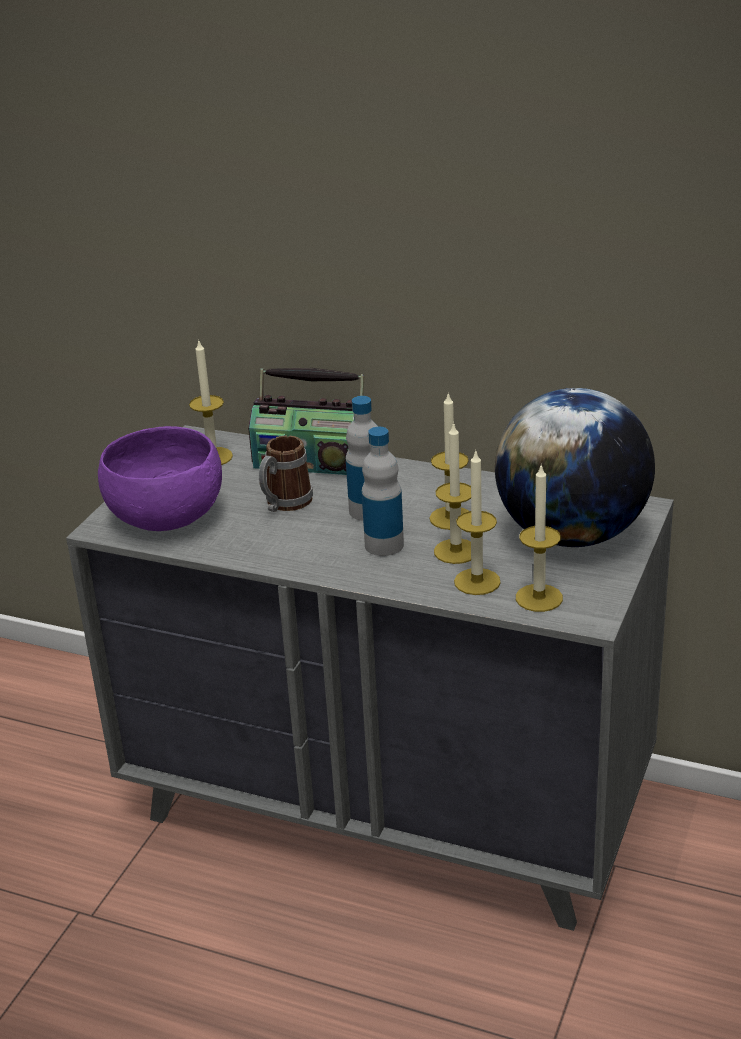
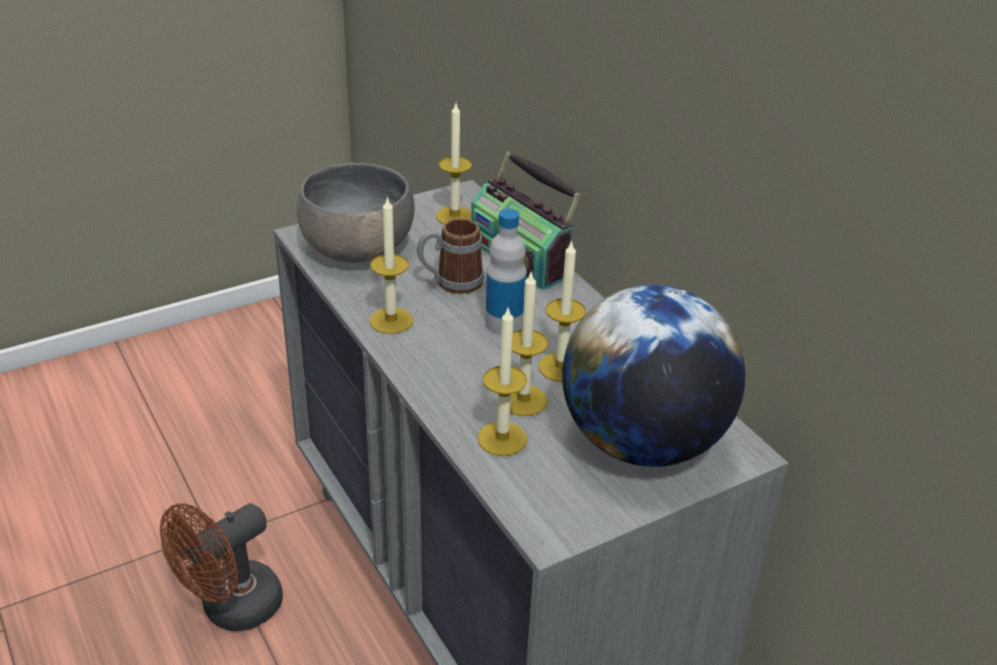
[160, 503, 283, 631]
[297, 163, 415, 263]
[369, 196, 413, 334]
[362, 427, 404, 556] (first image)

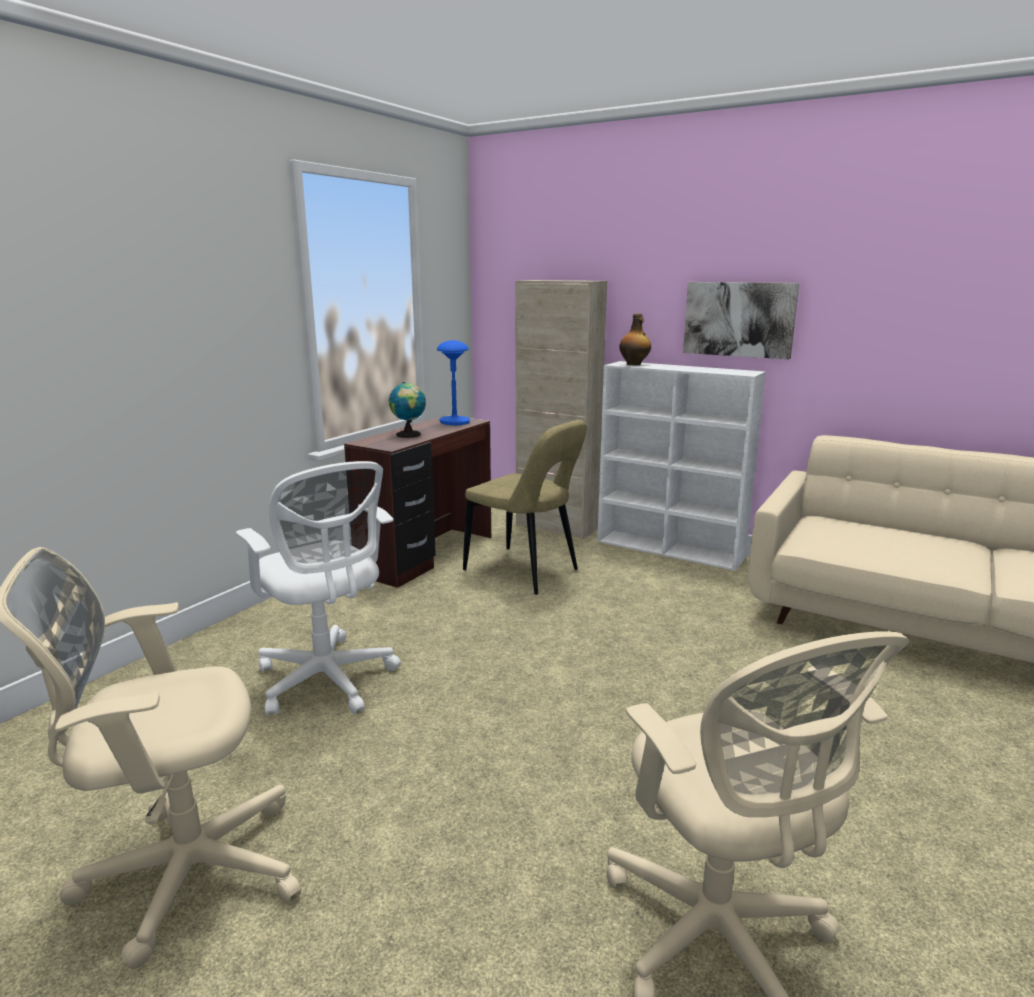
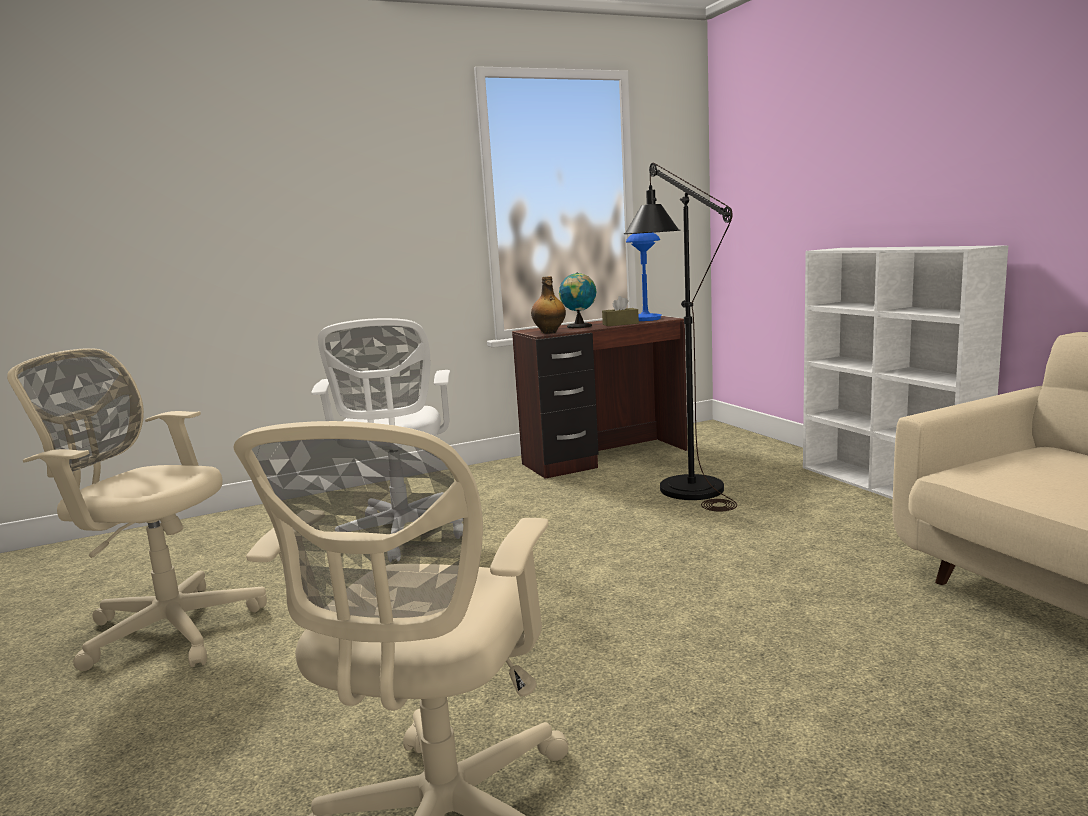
[531, 276, 566, 334]
[602, 296, 639, 326]
[624, 162, 737, 511]
[516, 280, 607, 539] (first image)
[683, 282, 799, 359] (first image)

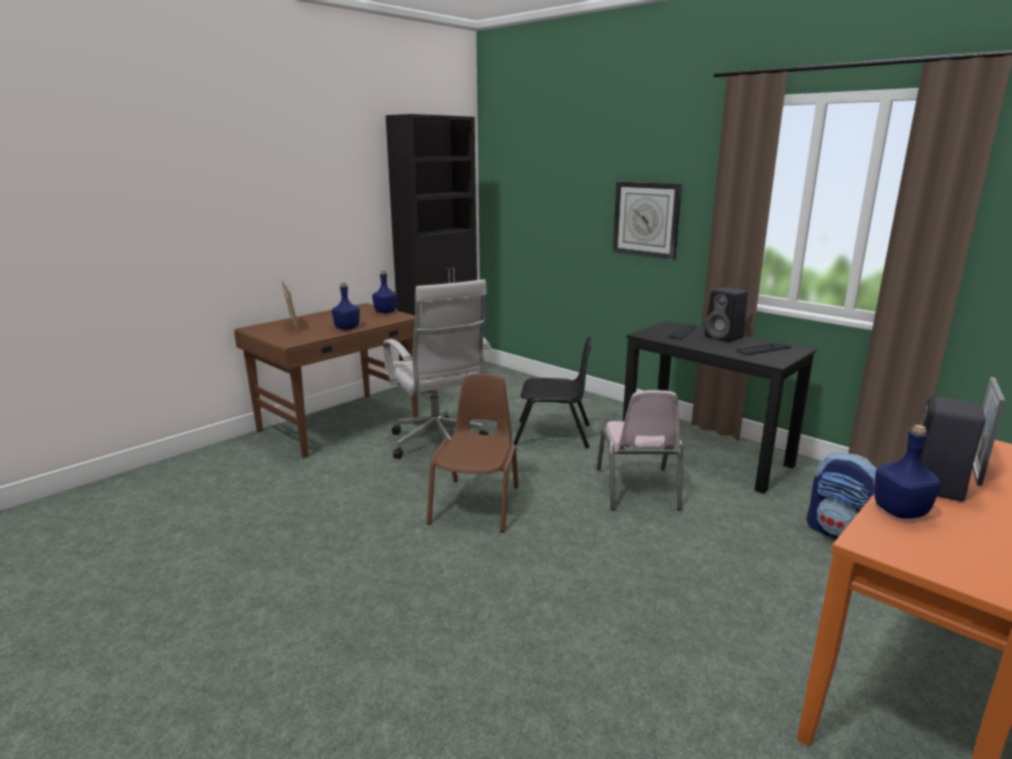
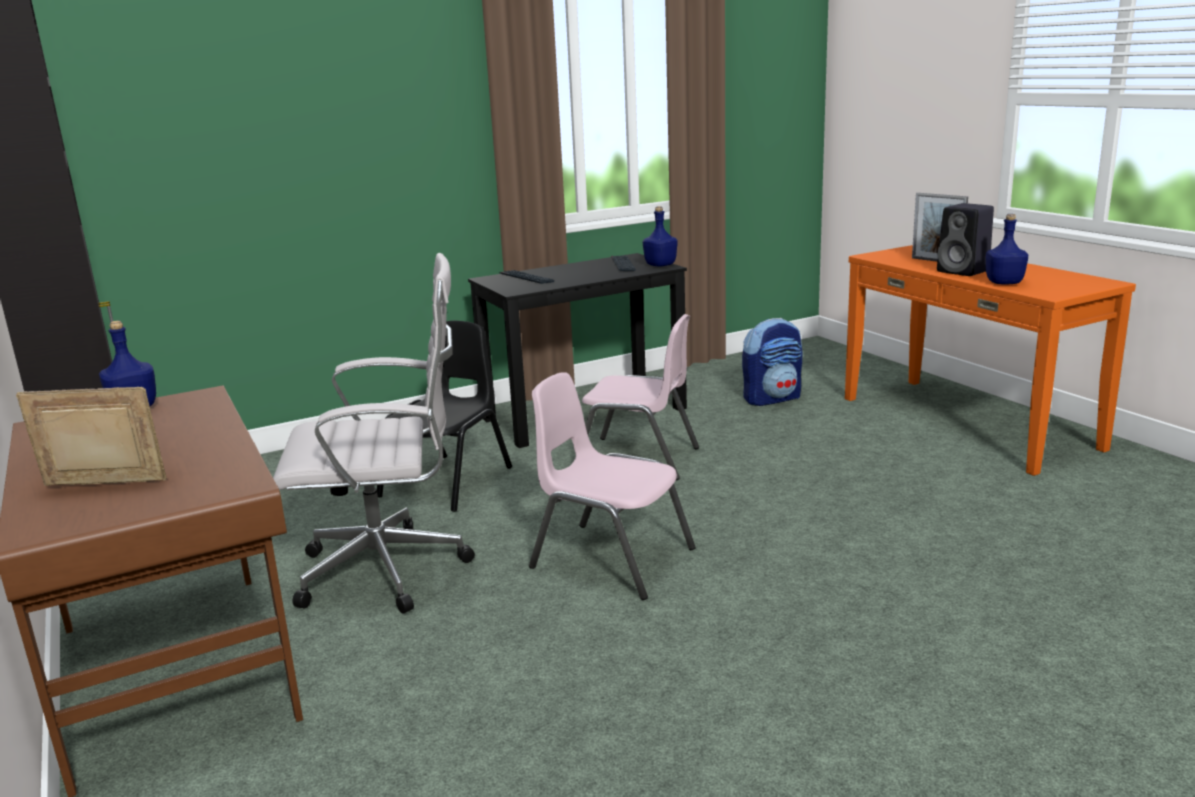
[529, 372, 696, 600]
[643, 206, 677, 266]
[613, 181, 682, 260] (first image)
[705, 287, 748, 342] (first image)

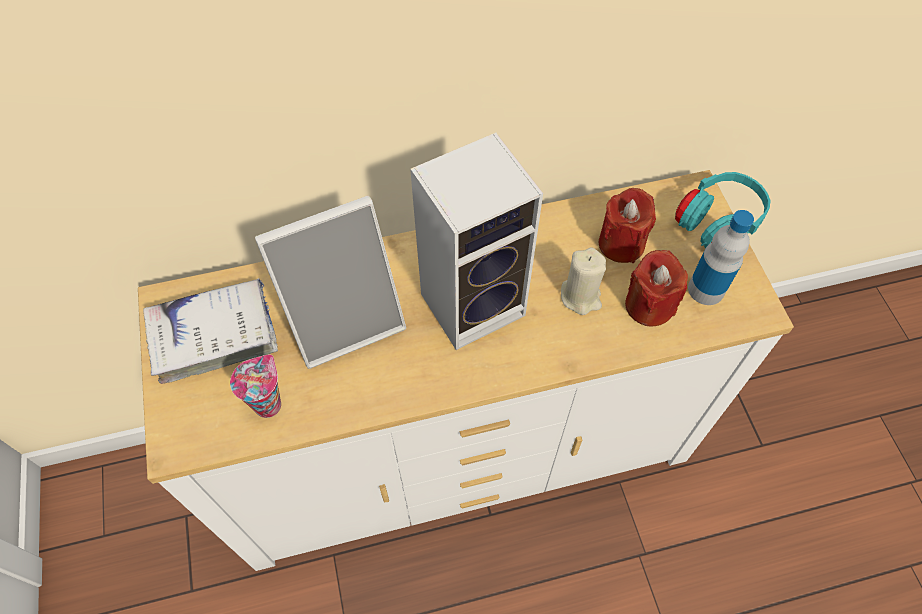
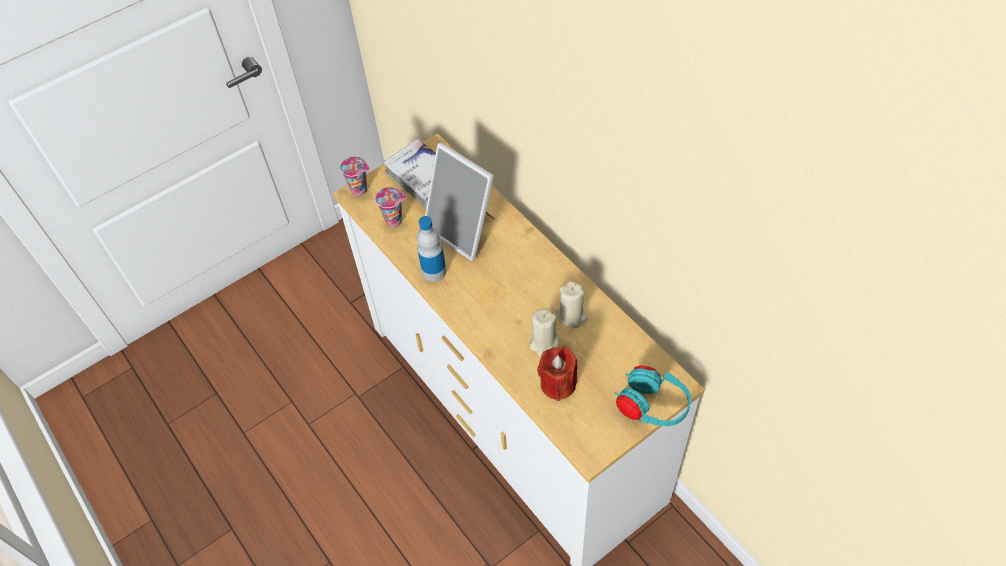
[340, 156, 370, 196]
[417, 216, 446, 282]
[556, 281, 588, 328]
[410, 133, 543, 350] (first image)
[598, 188, 656, 263] (first image)

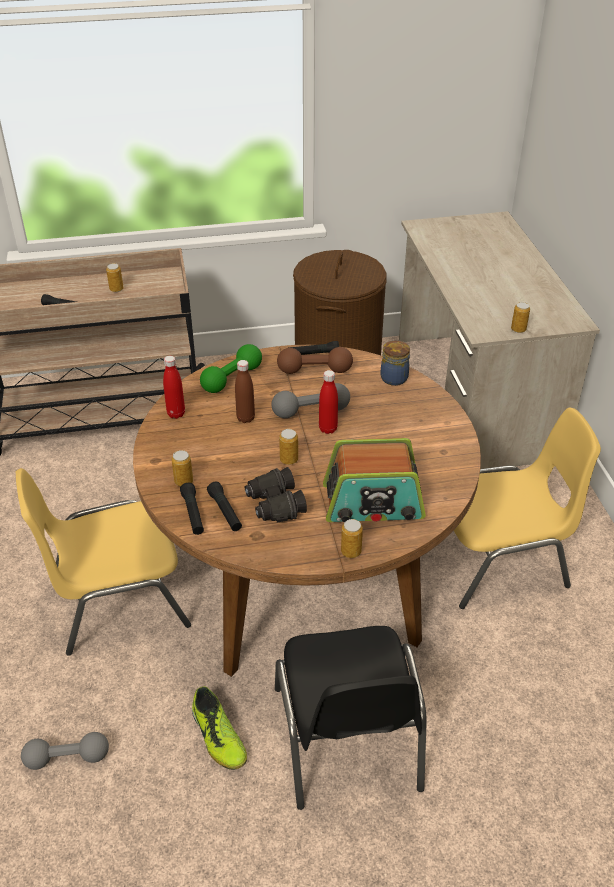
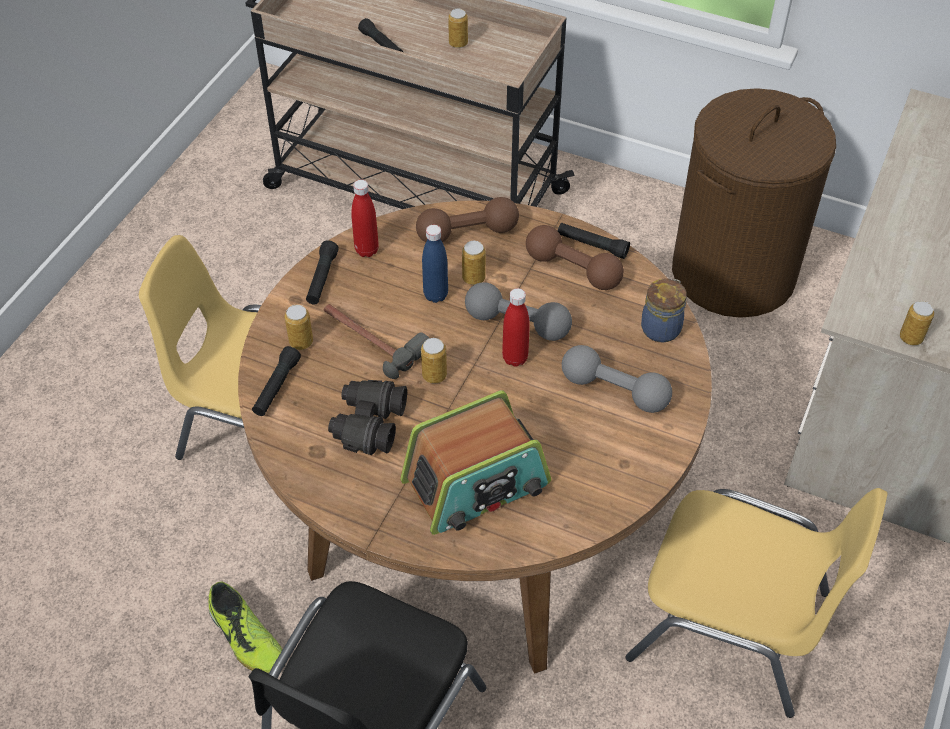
[209, 581, 284, 674]
[306, 240, 339, 304]
[324, 304, 429, 379]
[400, 390, 551, 535]
[416, 197, 519, 242]
[422, 225, 448, 303]
[462, 241, 486, 285]
[562, 345, 672, 413]

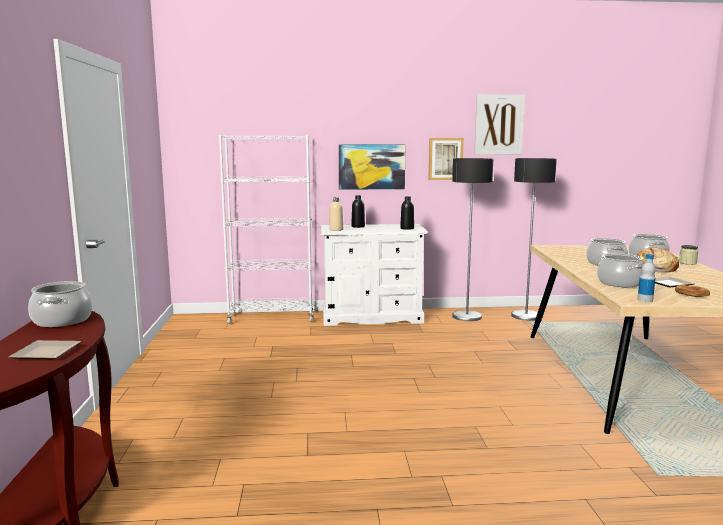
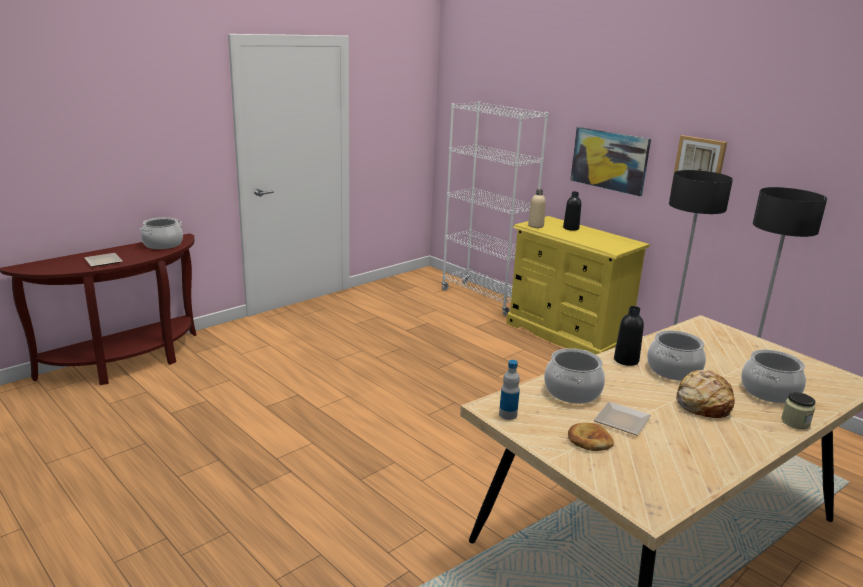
[506, 216, 650, 355]
[614, 306, 644, 366]
[474, 94, 525, 155] (first image)

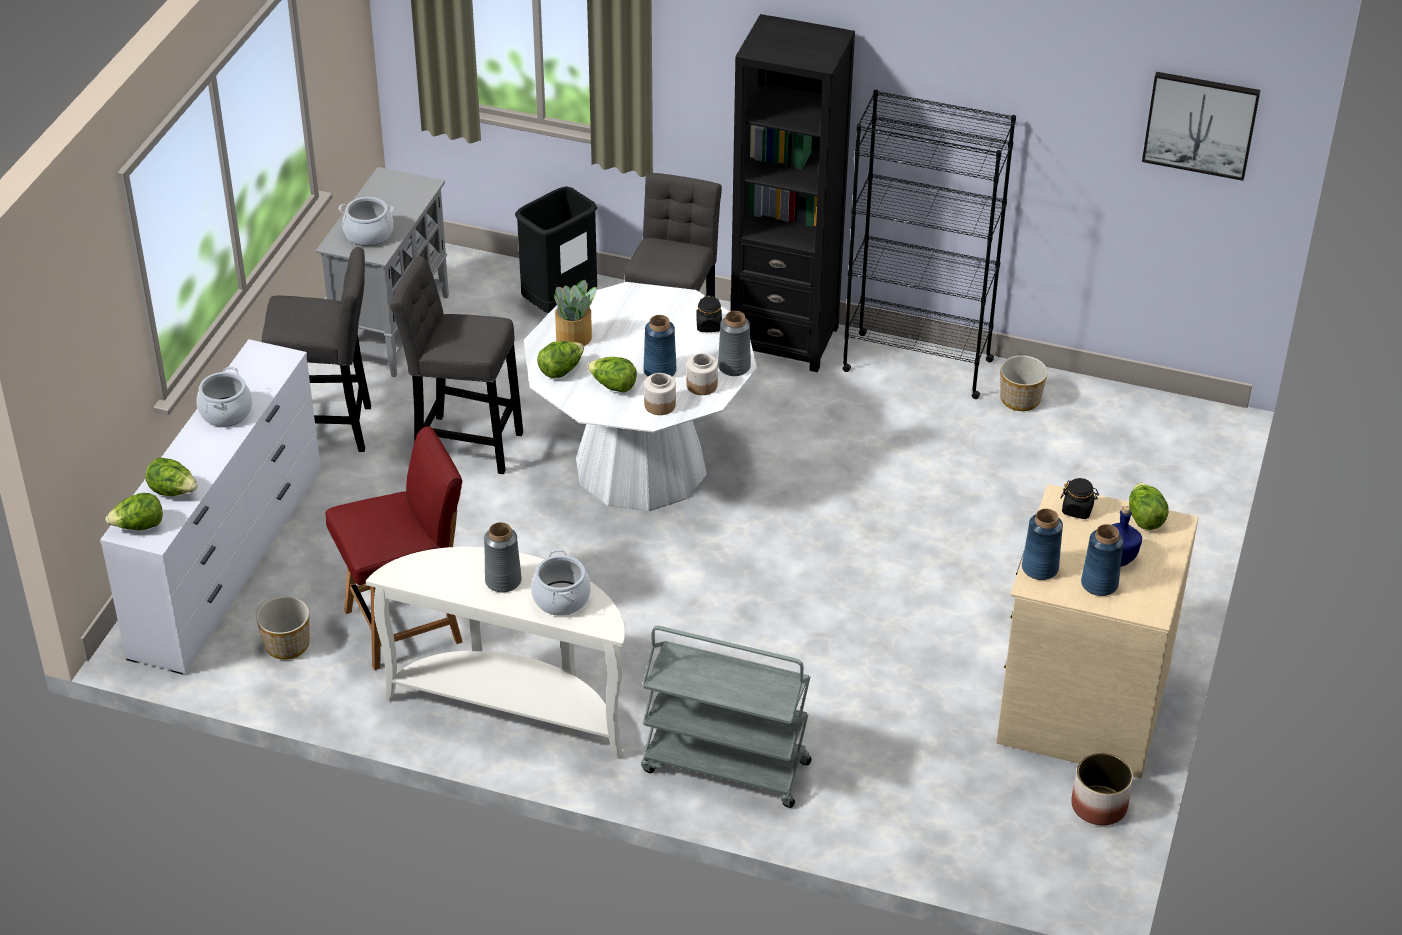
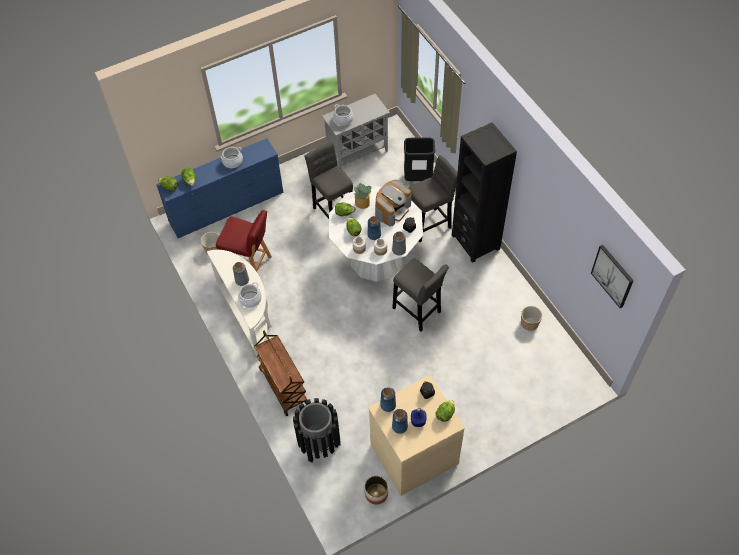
[156, 138, 283, 238]
[254, 331, 307, 416]
[293, 398, 341, 462]
[375, 180, 411, 226]
[392, 258, 449, 331]
[842, 90, 1016, 399] (first image)

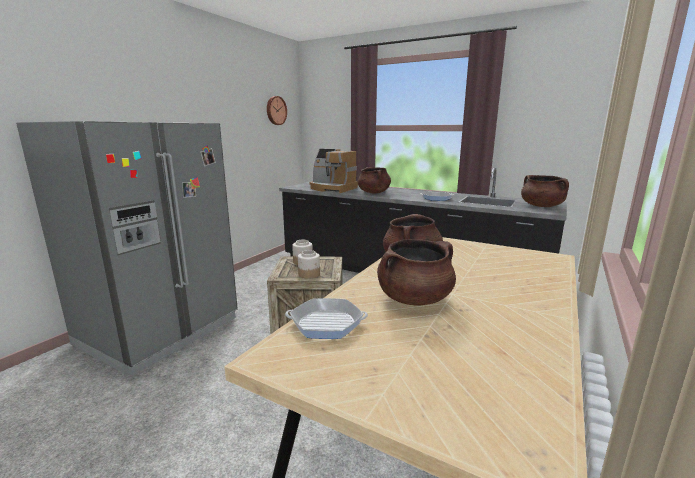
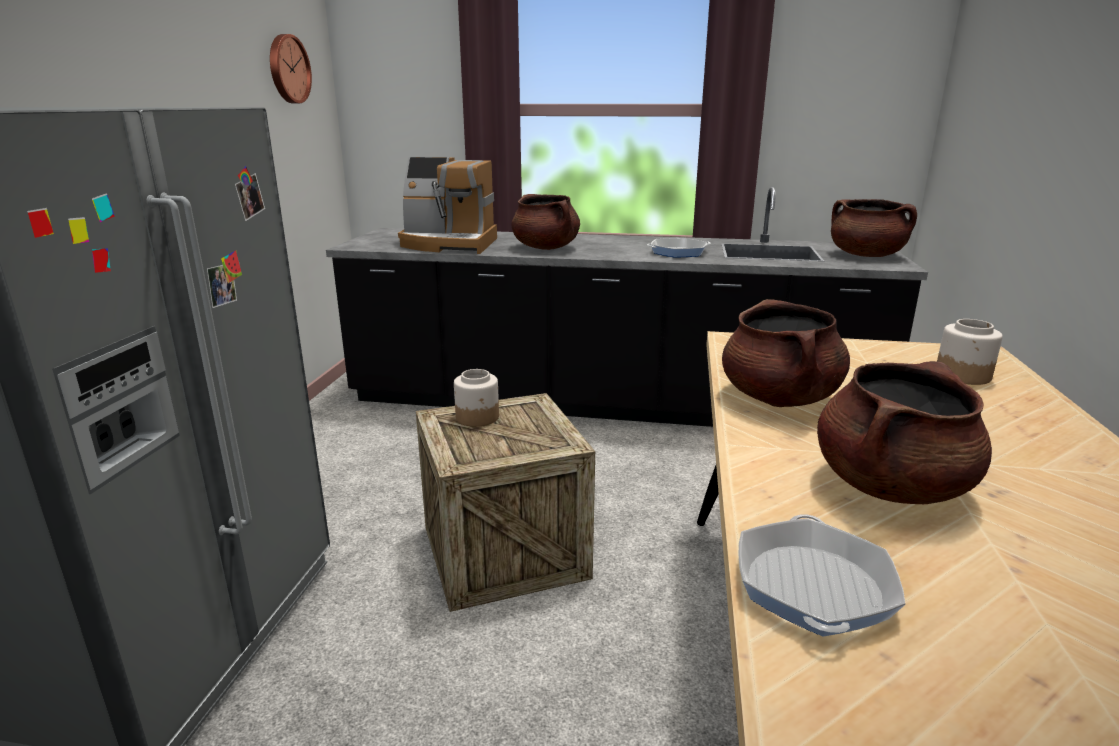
[739, 514, 906, 637]
[937, 319, 1003, 385]

